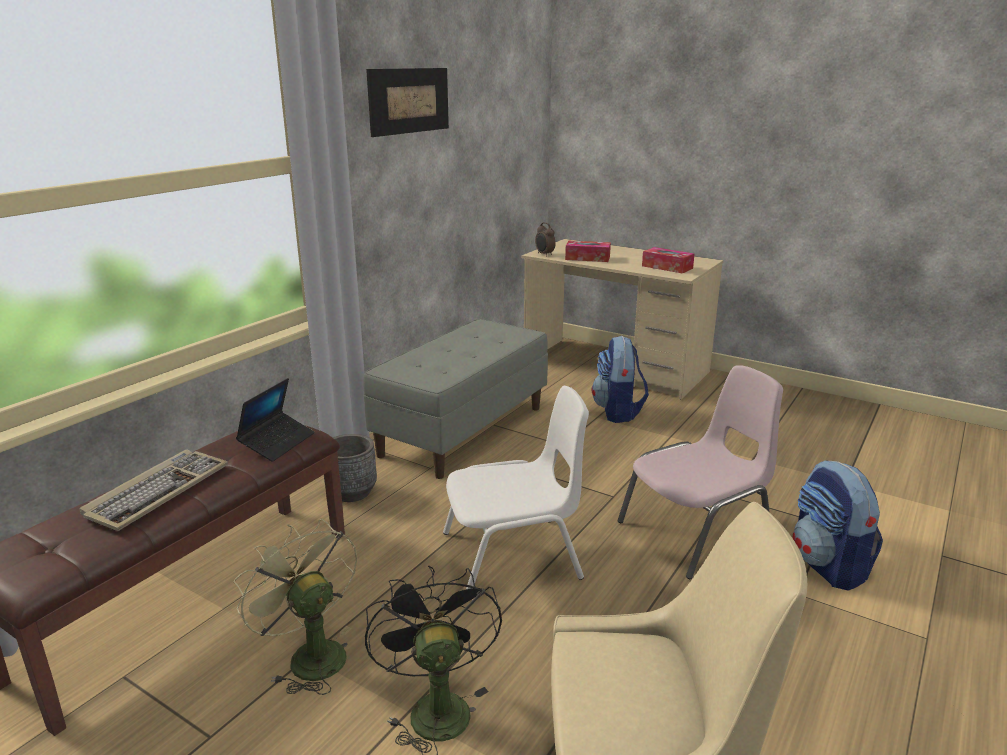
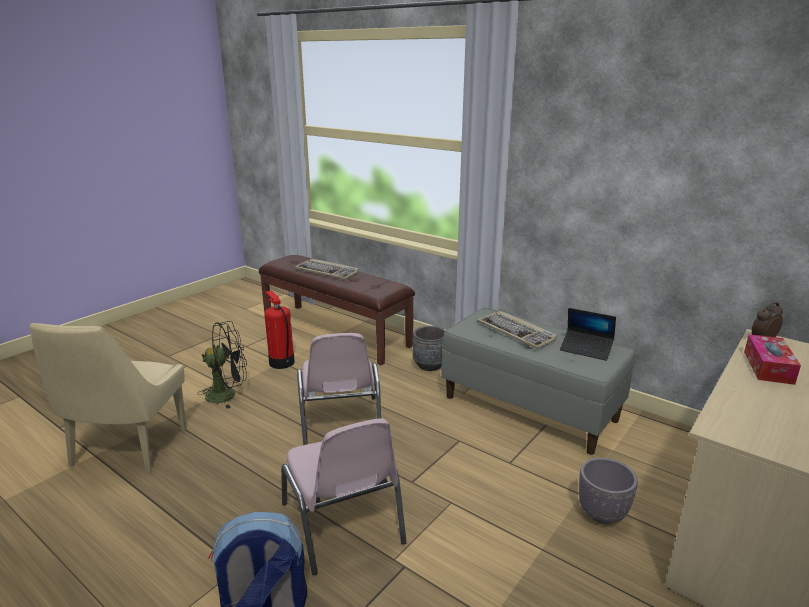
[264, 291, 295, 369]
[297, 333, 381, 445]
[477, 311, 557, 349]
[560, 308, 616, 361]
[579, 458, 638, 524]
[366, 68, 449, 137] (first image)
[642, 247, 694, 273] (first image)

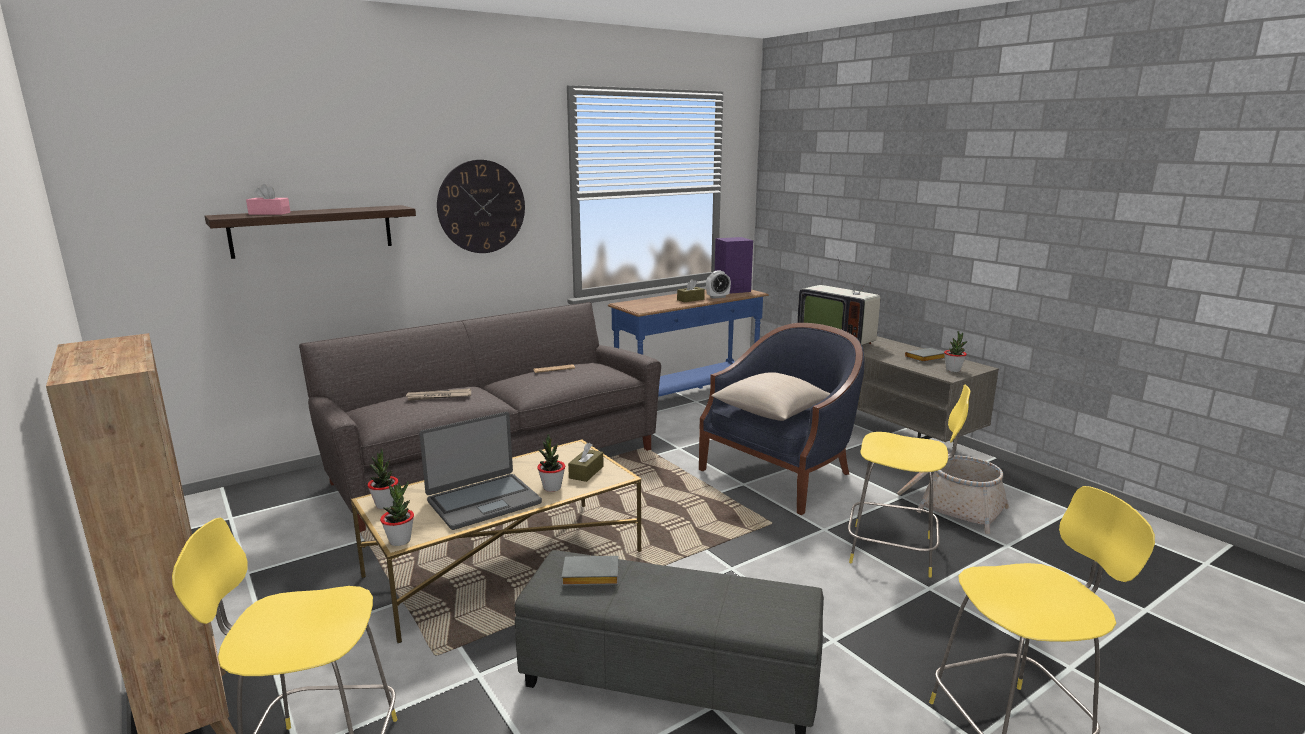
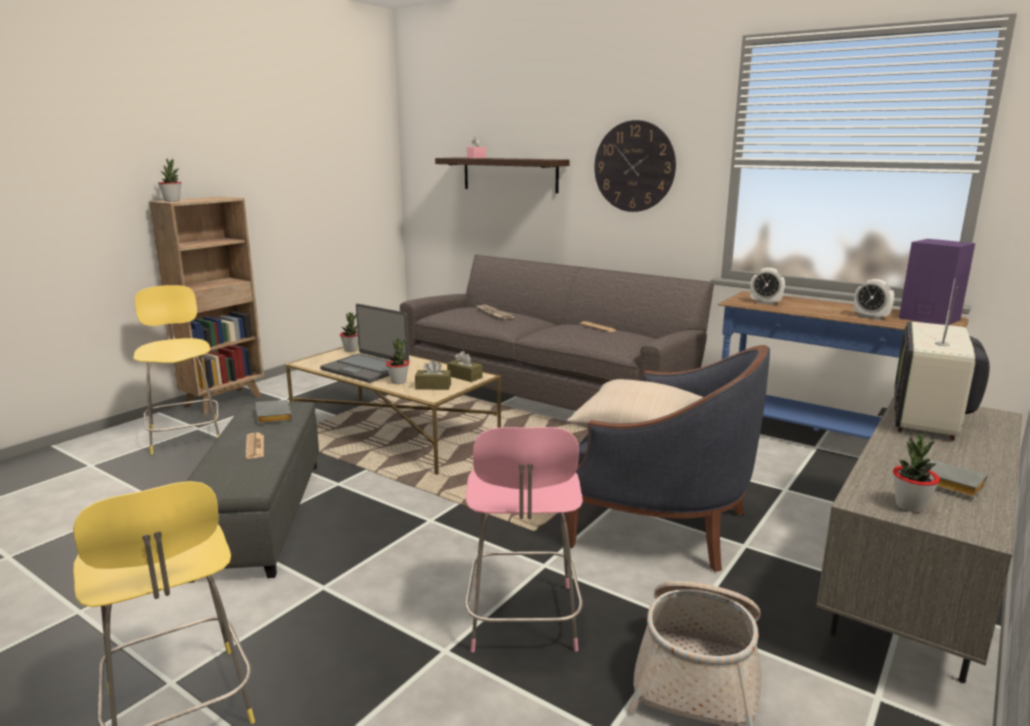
[158, 159, 181, 202]
[246, 433, 264, 459]
[447, 351, 482, 382]
[465, 427, 583, 652]
[750, 268, 785, 305]

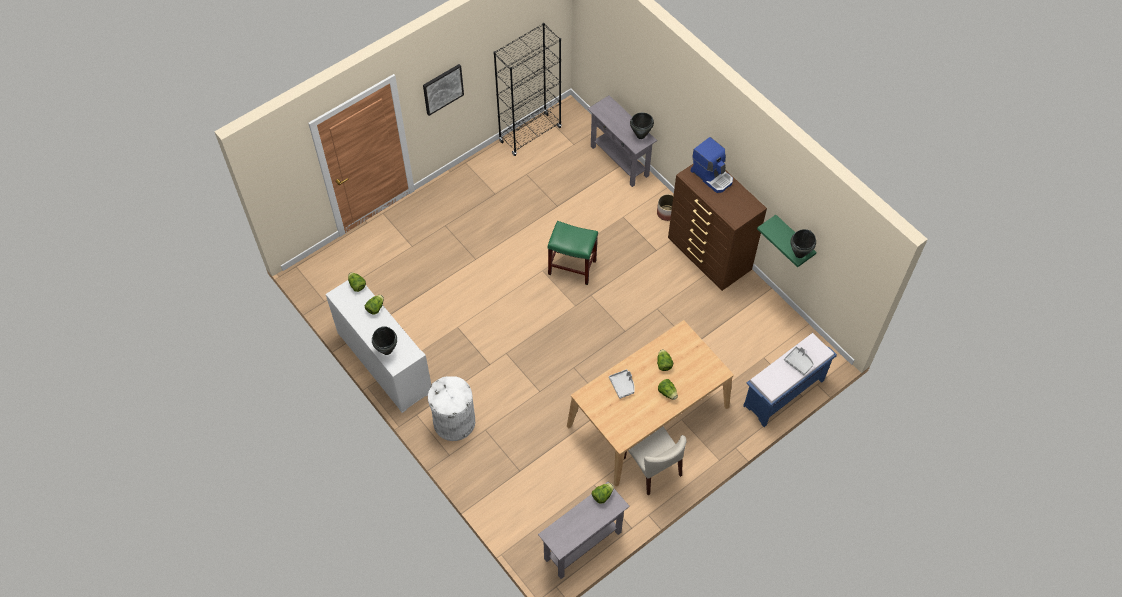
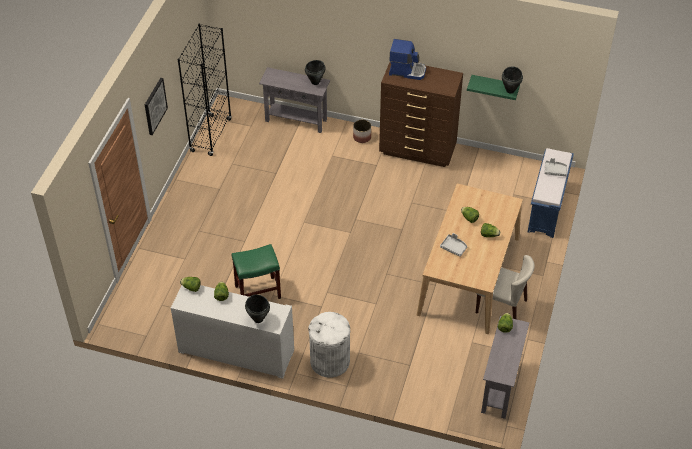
[232, 244, 281, 299]

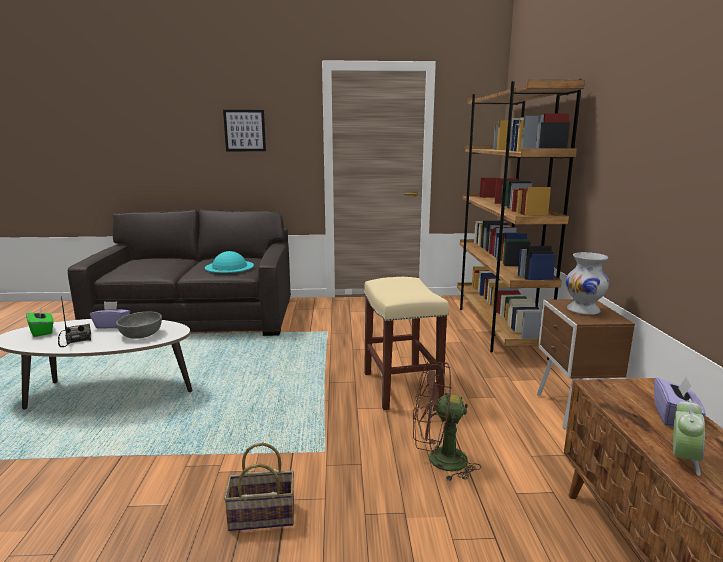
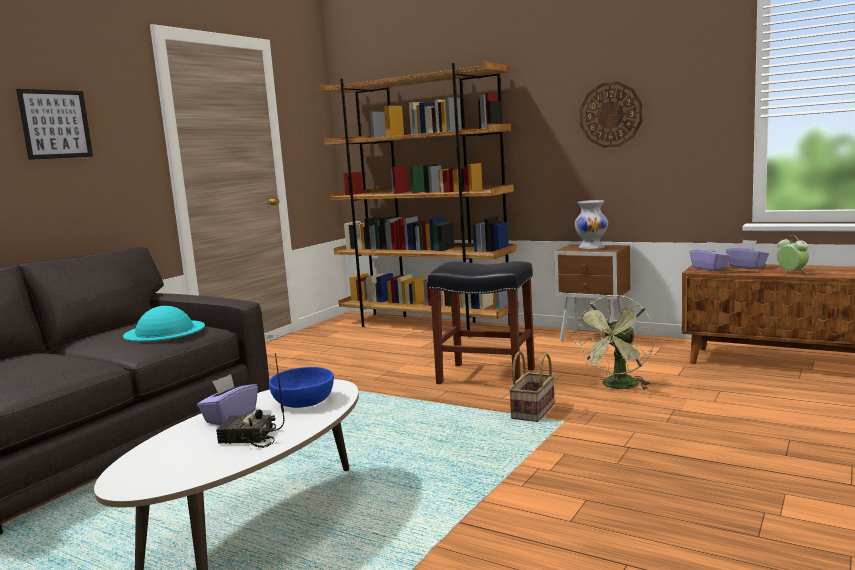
[269, 367, 334, 408]
[428, 261, 535, 384]
[509, 351, 555, 422]
[574, 295, 655, 390]
[580, 82, 643, 148]
[690, 242, 730, 271]
[26, 306, 54, 337] (first image)

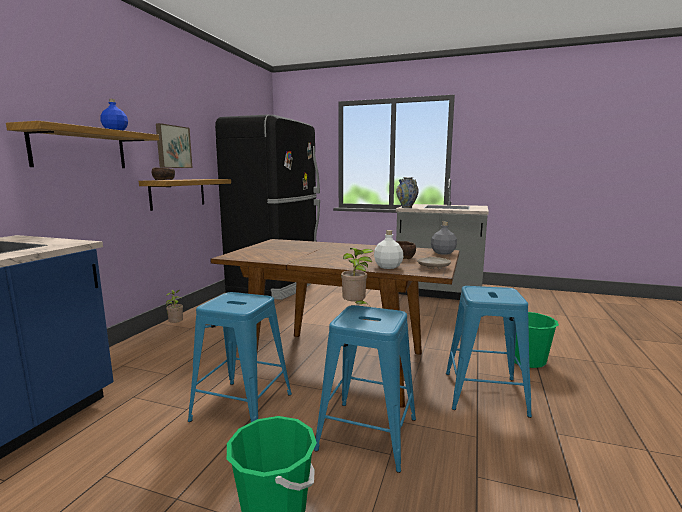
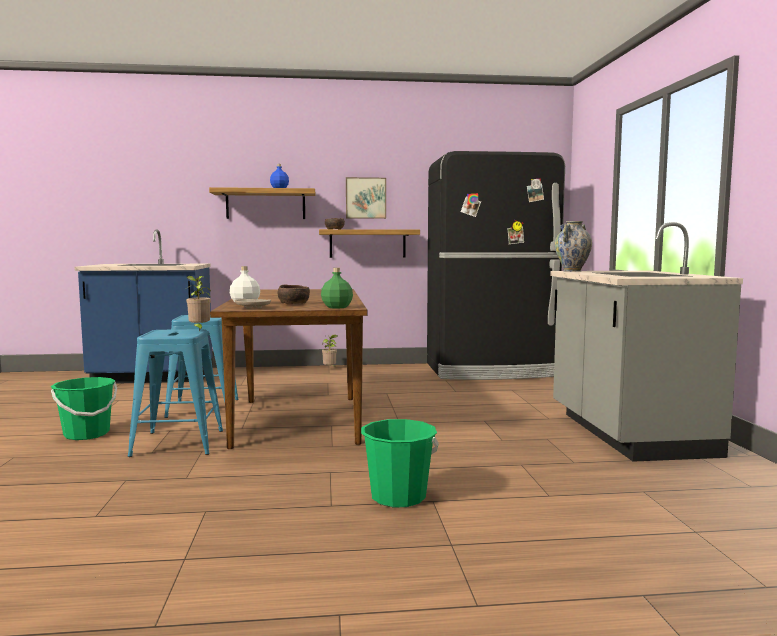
[321, 268, 353, 308]
[446, 286, 532, 418] (first image)

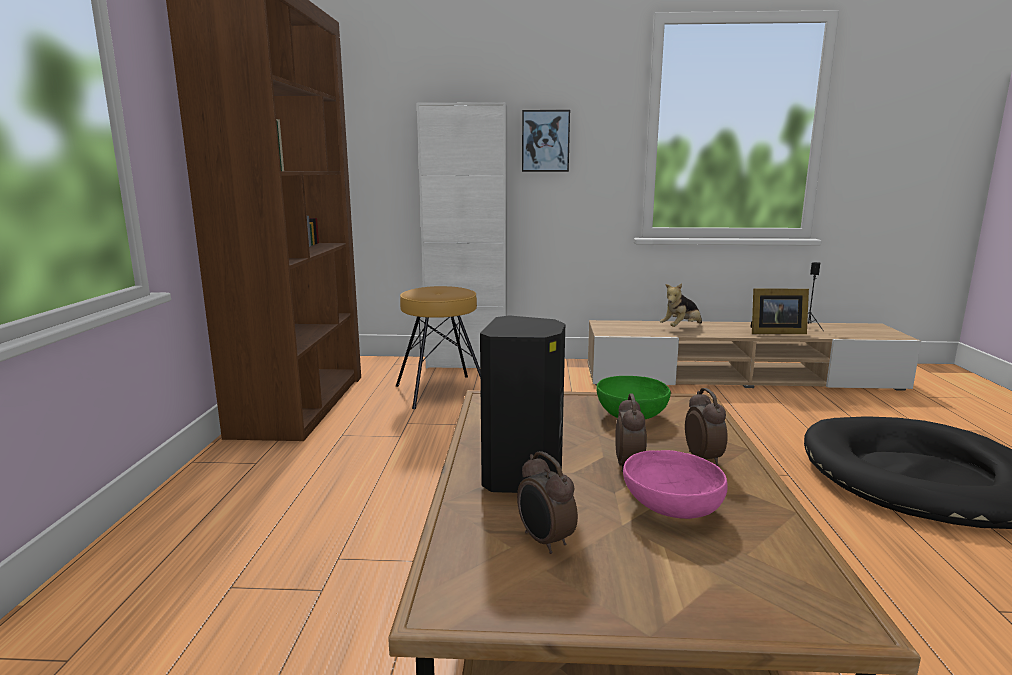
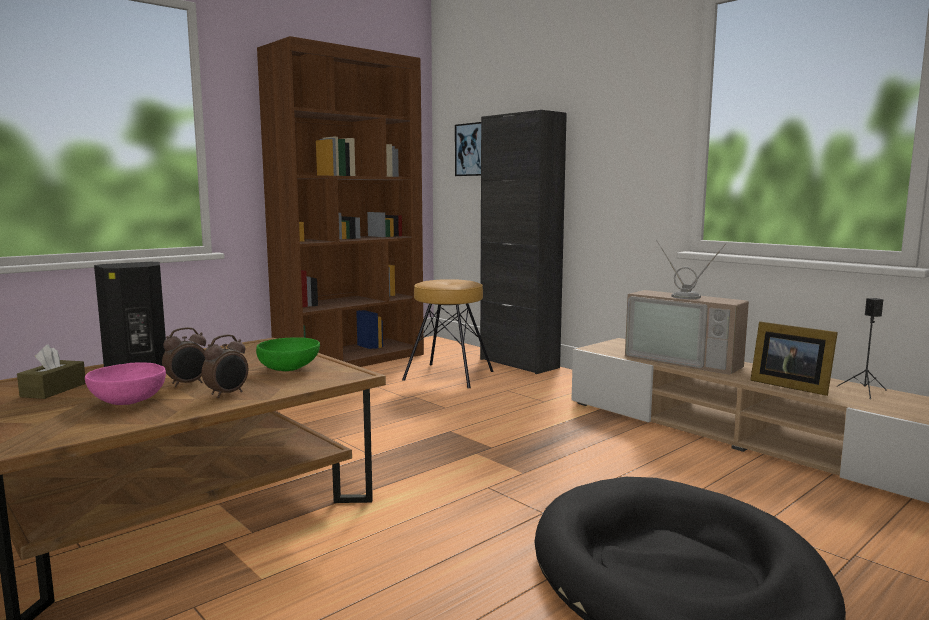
[17, 344, 86, 399]
[455, 122, 481, 176]
[480, 110, 567, 374]
[625, 240, 749, 375]

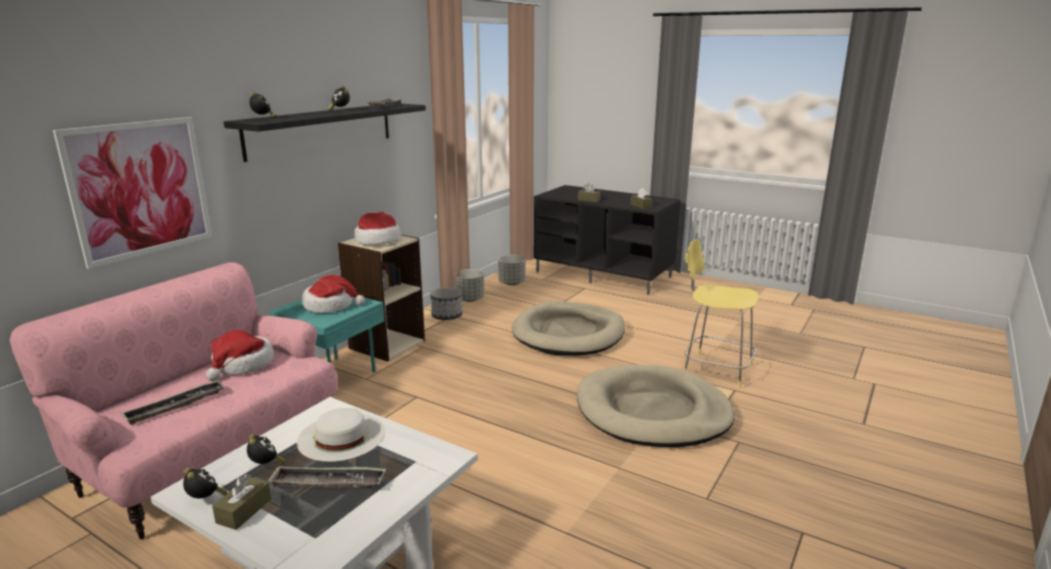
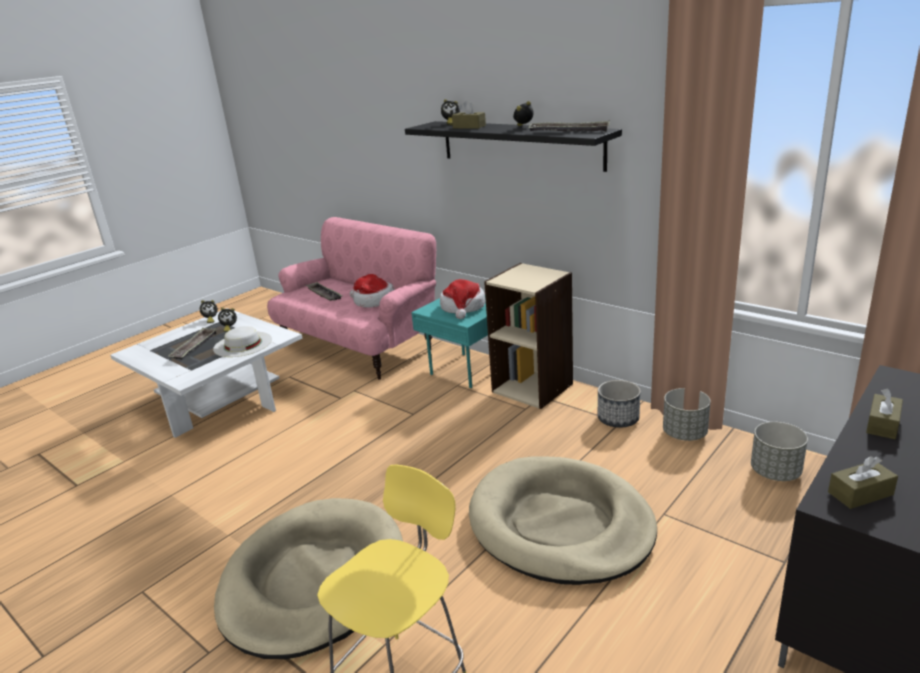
[452, 101, 486, 129]
[53, 117, 212, 269] (first image)
[354, 212, 401, 245] (first image)

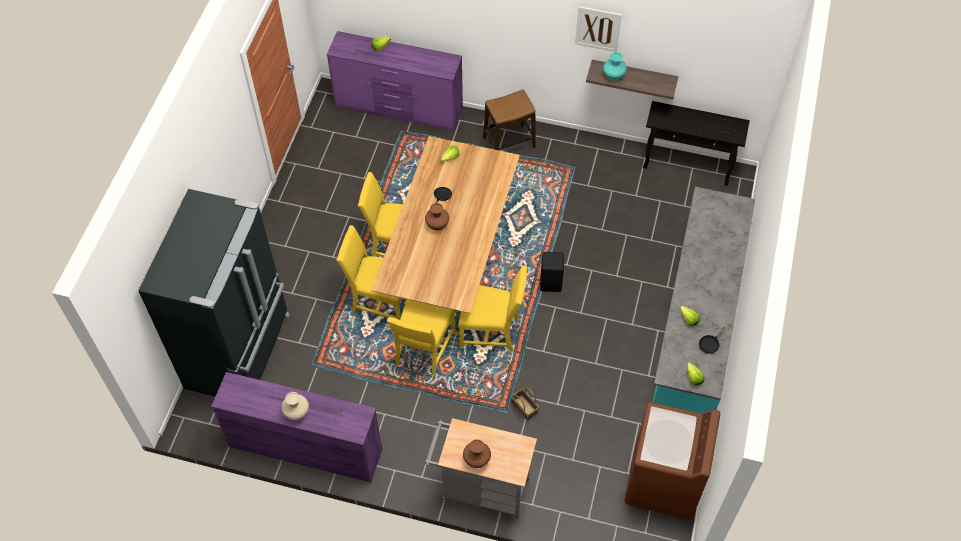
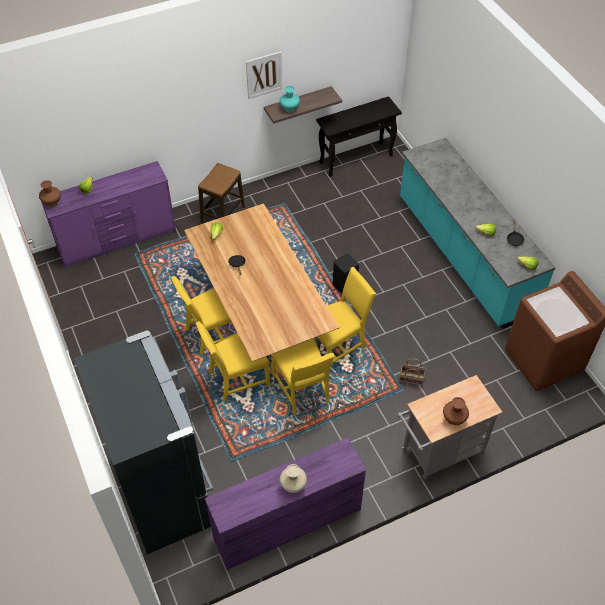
[39, 180, 61, 207]

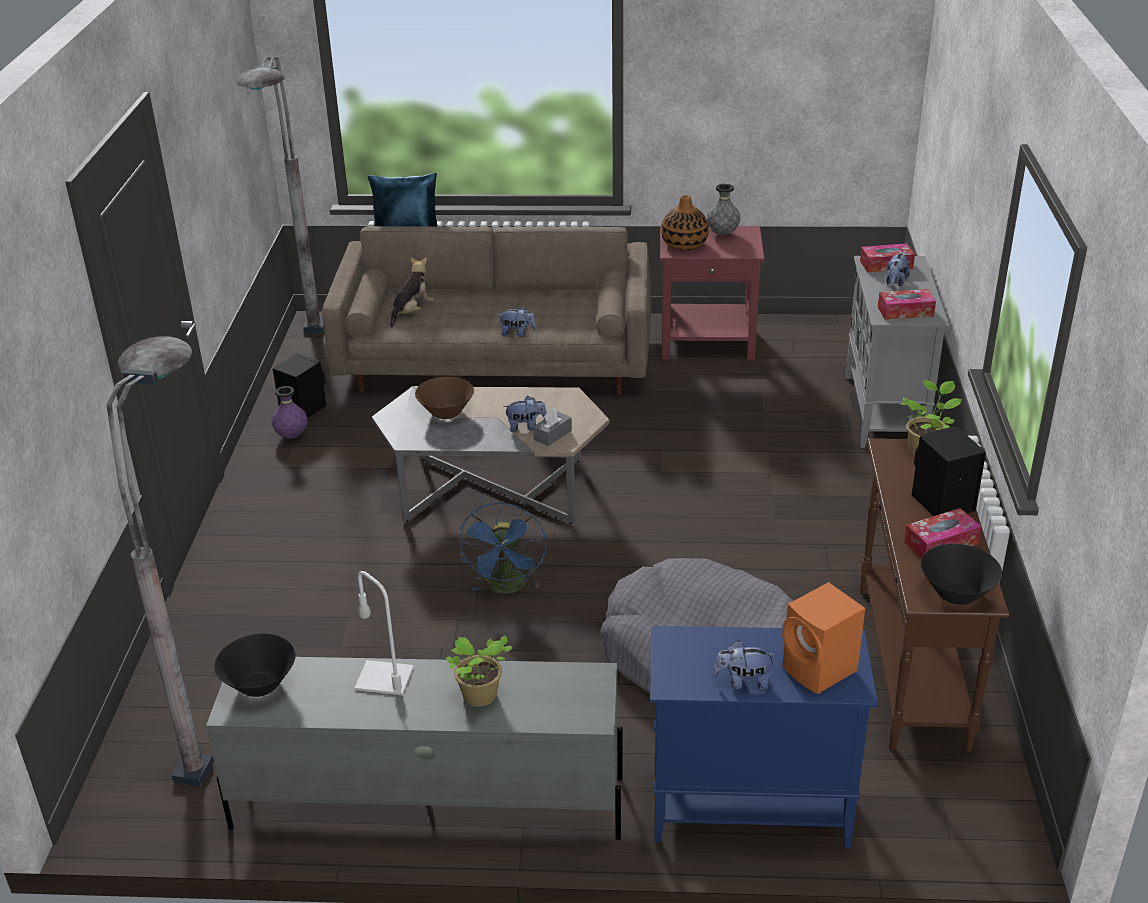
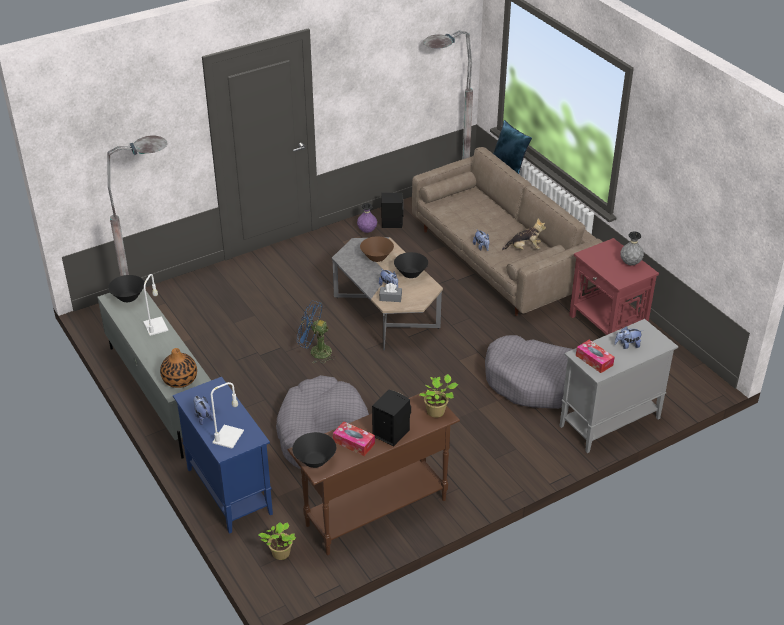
[160, 348, 197, 388]
[211, 382, 244, 449]
[259, 522, 296, 560]
[297, 301, 336, 364]
[394, 252, 428, 278]
[485, 335, 573, 409]
[502, 218, 546, 250]
[860, 243, 915, 272] (first image)

